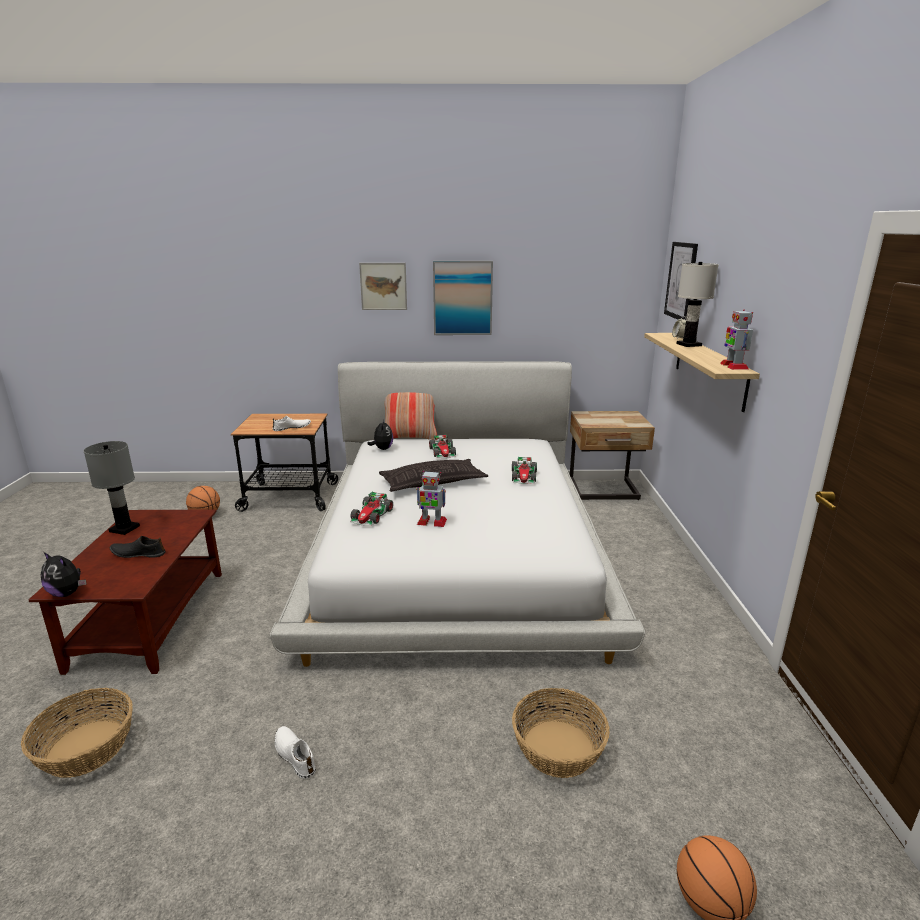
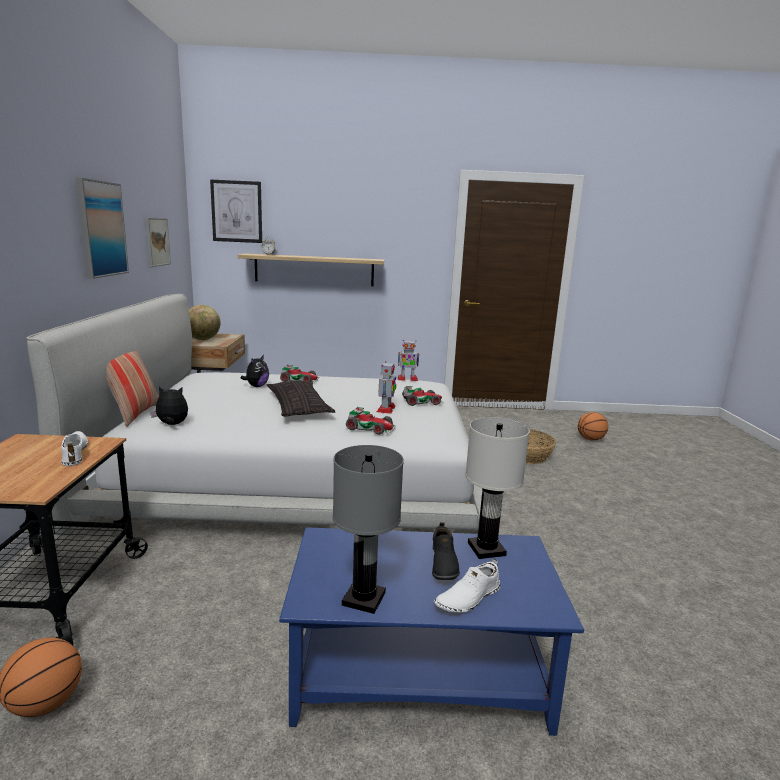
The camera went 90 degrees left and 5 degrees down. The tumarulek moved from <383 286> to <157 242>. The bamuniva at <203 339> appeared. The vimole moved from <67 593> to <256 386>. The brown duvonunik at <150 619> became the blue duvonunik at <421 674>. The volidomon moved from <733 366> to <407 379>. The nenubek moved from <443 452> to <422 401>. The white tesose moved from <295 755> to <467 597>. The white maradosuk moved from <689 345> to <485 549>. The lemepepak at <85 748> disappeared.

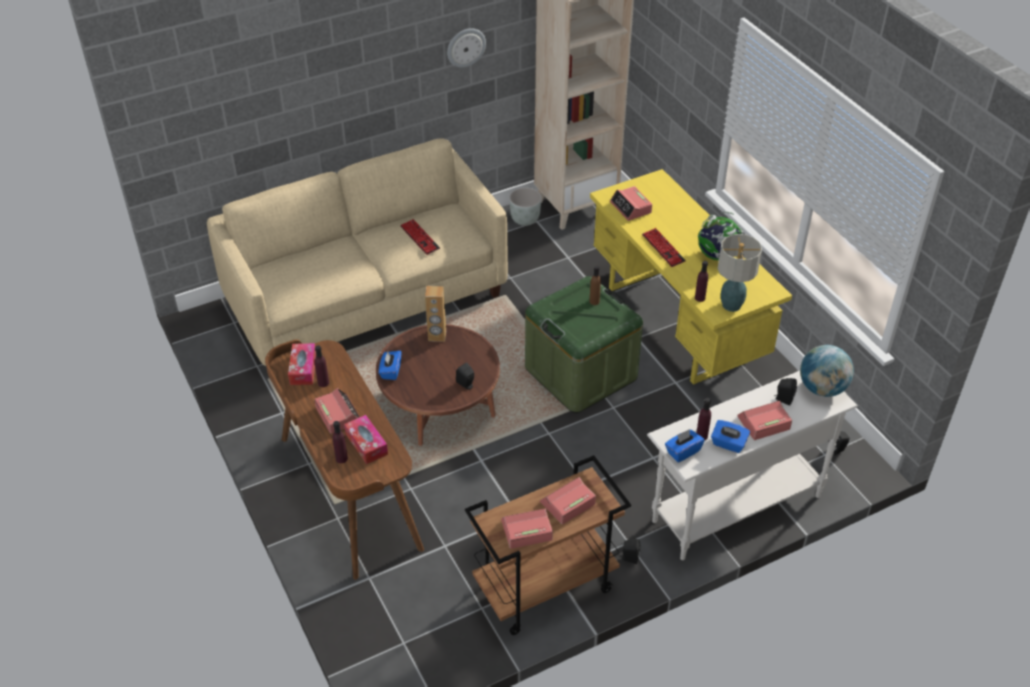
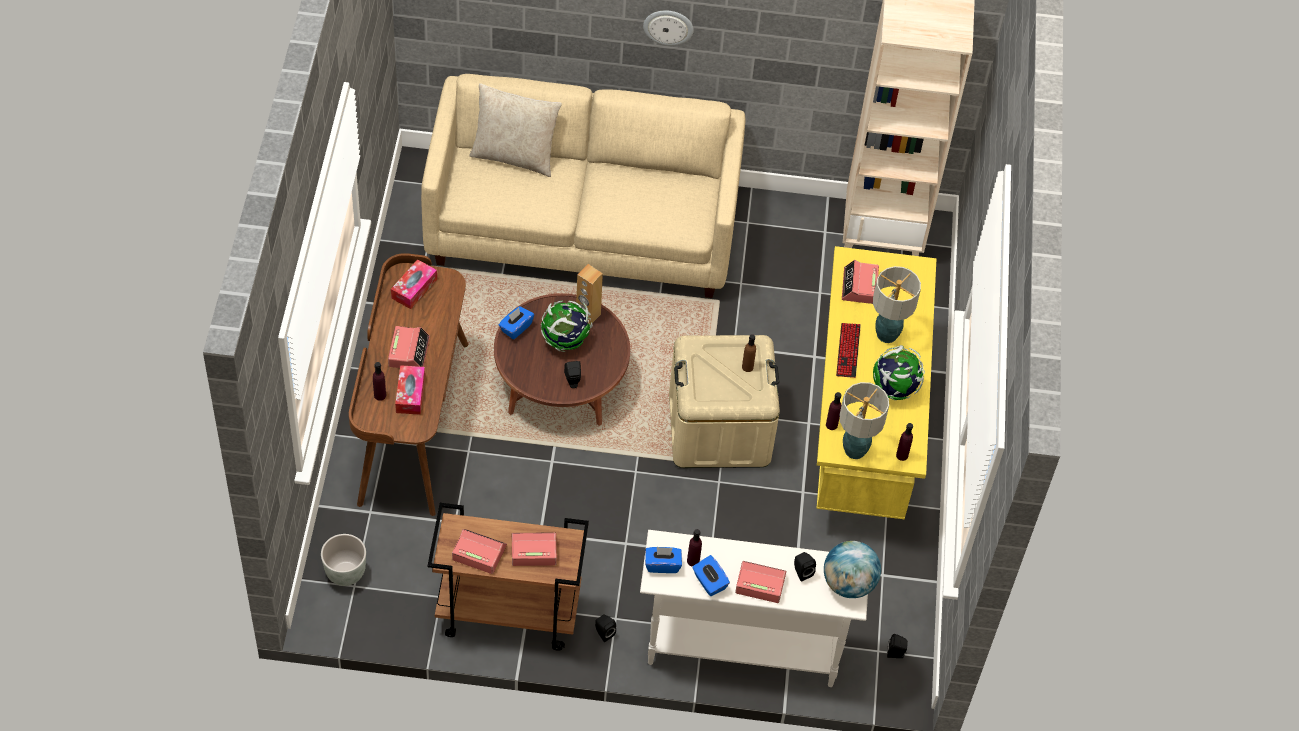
The camera went 30 degrees right and 10 degrees up. The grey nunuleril moved from <524 220> to <345 572>. The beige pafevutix at <514 156> appeared. The bamuniva at <565 341> appeared. The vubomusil moved from <465 47> to <668 26>. The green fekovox at <580 373> became the beige fekovox at <719 428>. The maradosuk at <887 335> appeared. The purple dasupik moved from <323 383> to <902 455>. The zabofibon at <420 238> disappeared.

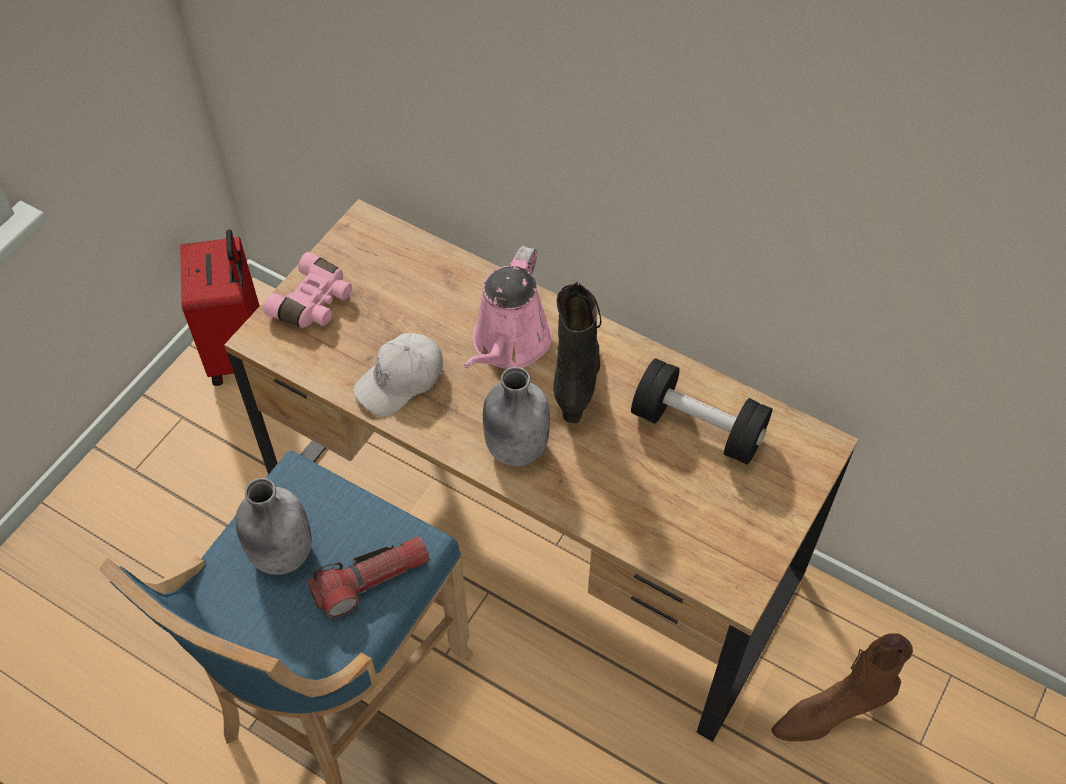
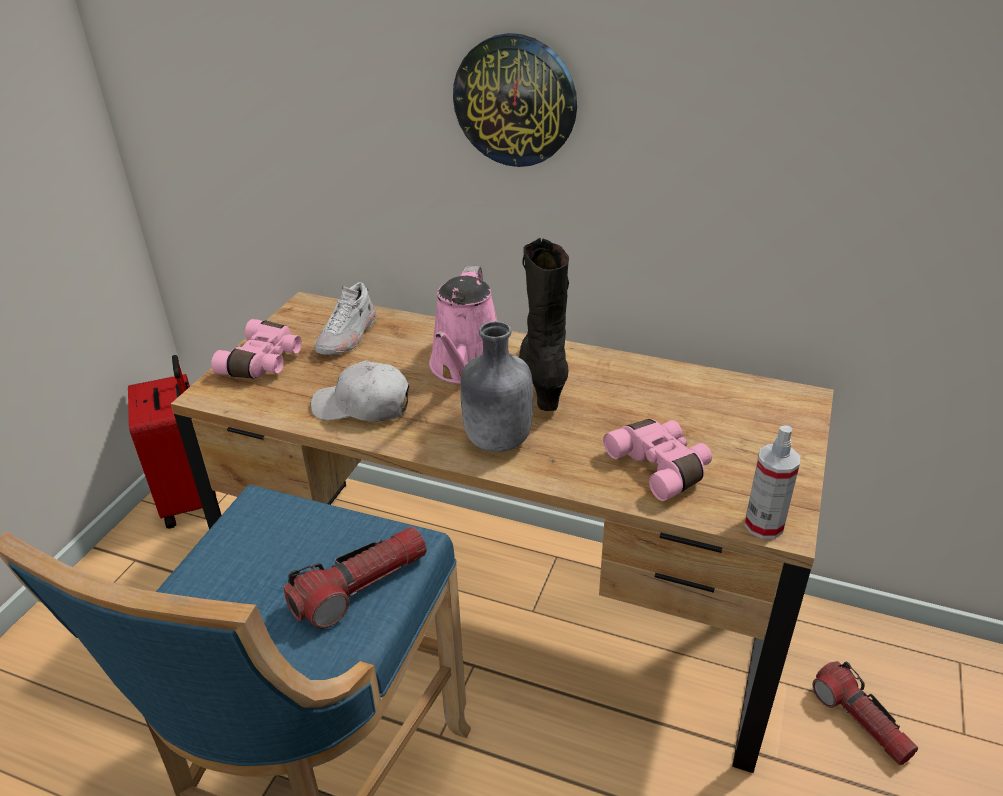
The camera went 10 degrees left and 20 degrees down. The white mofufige at <400 381> turned 60 degrees clockwise. The white tesose at <348 337> appeared. The vubomusil at <515 101> appeared. The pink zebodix at <661 466> appeared. The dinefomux at <763 525> appeared. The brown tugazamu at <830 713> was replaced by the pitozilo at <860 721>. The grey dasupik at <281 554> disappeared. The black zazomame at <698 427> disappeared.

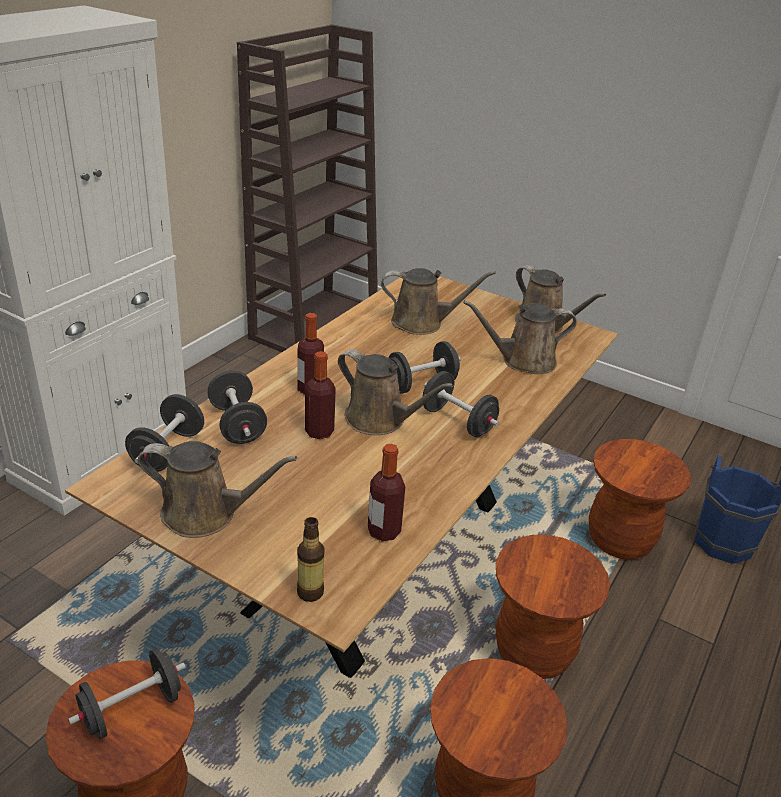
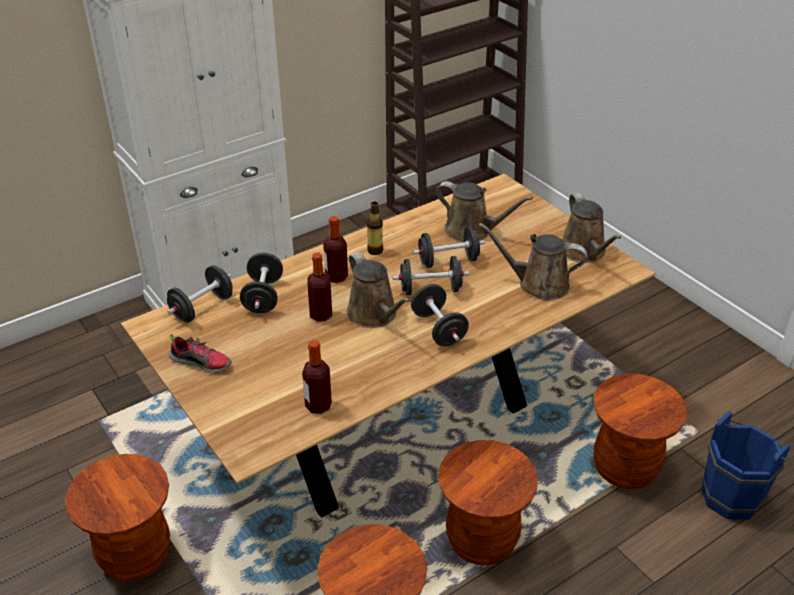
The camera went 25 degrees right and 5 degrees up. The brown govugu at <206 514> was replaced by the tesose at <201 362>. The dasupik moved from <310 592> to <375 251>. The black zazomame moved from <132 709> to <448 261>.

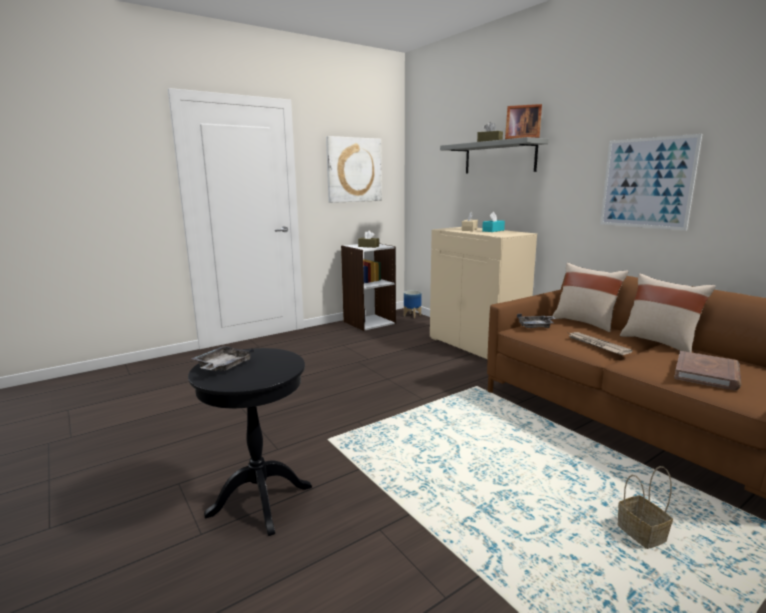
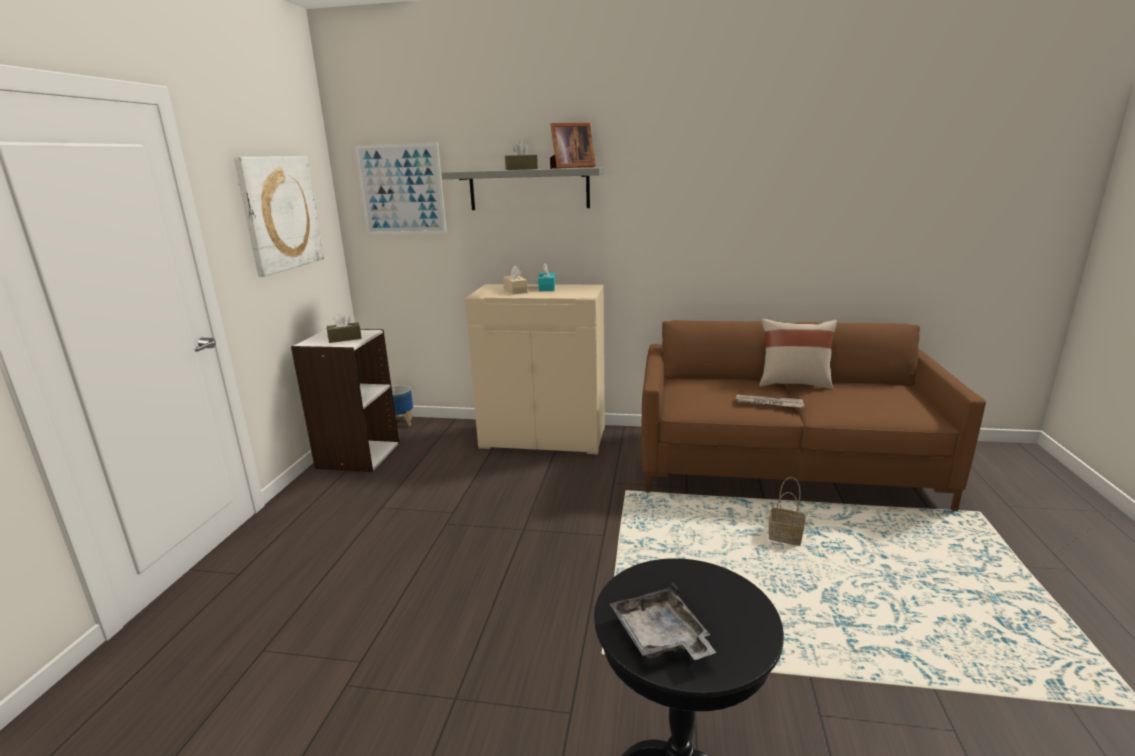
The camera went 45 degrees left and 5 degrees up. The tumarulek moved from <646 183> to <401 190>. The lemepepak moved from <639 533> to <783 537>. The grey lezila at <536 326> disappeared. The beige pafevutix at <585 323> disappeared. The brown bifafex at <706 374> disappeared.

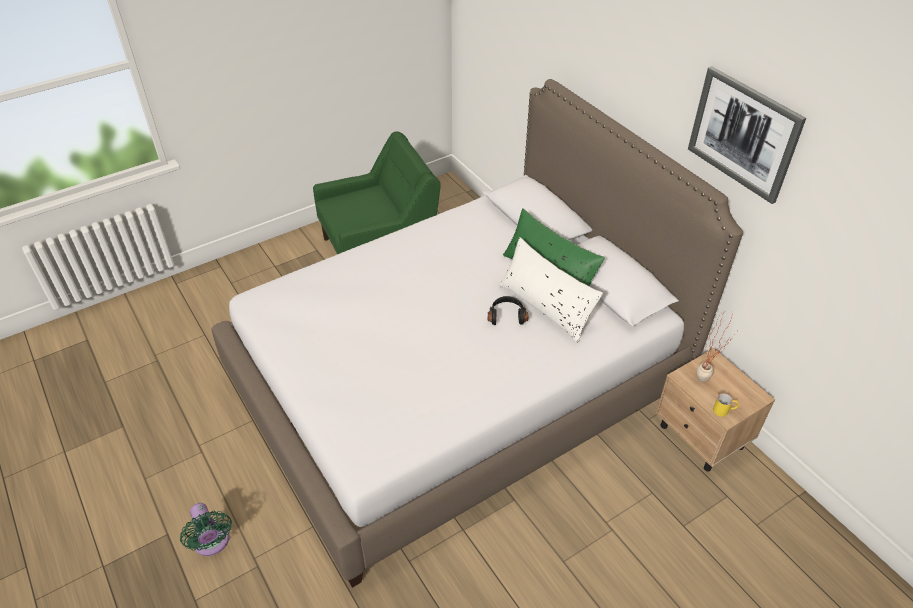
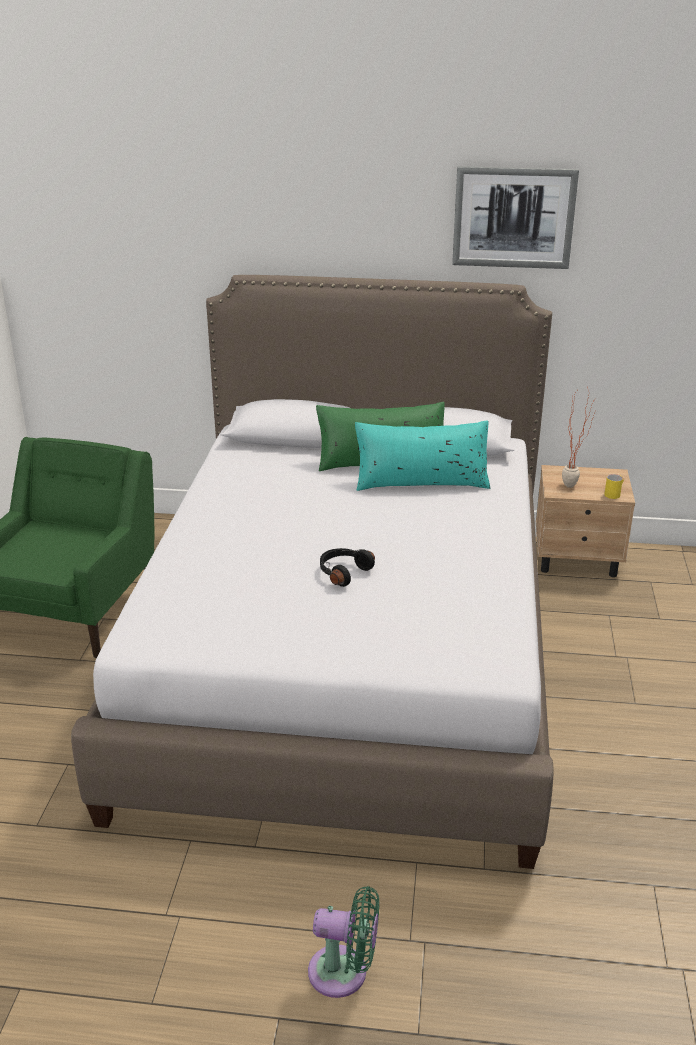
The camera went 50 degrees left and 15 degrees down. The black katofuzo moved from <506 315> to <343 572>. The white pafevutix at <546 306> became the turquoise pafevutix at <421 482>.

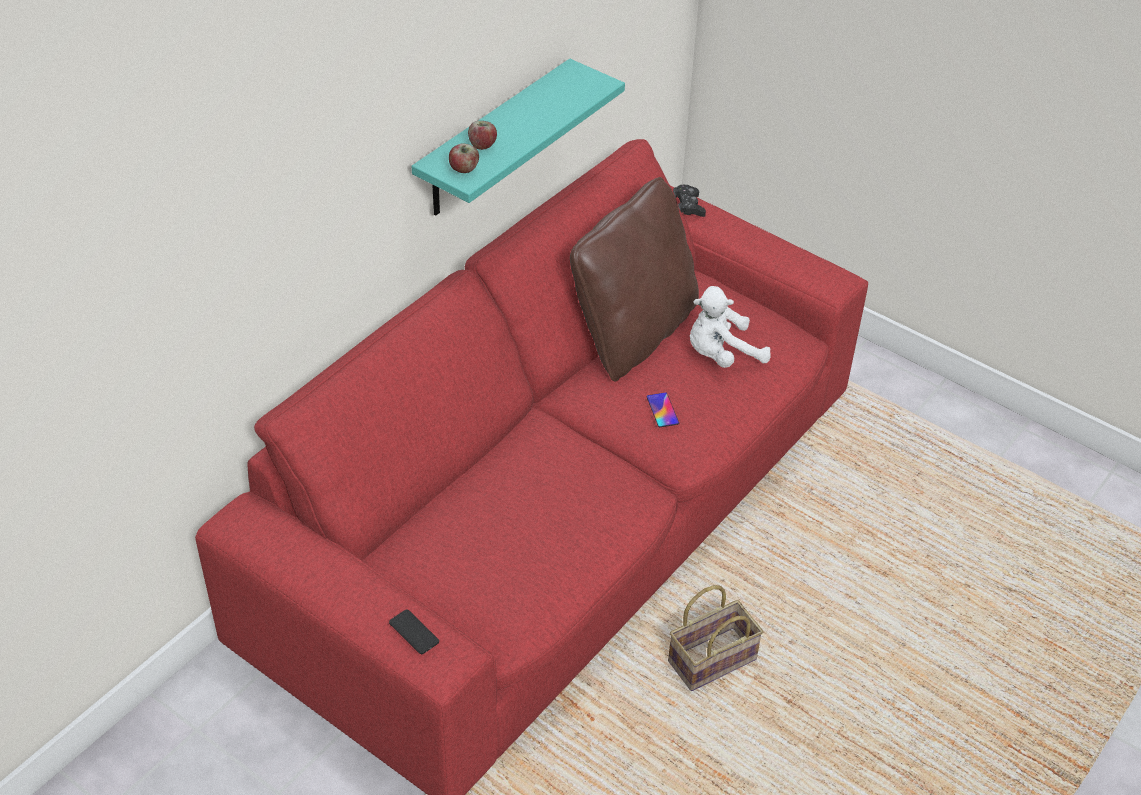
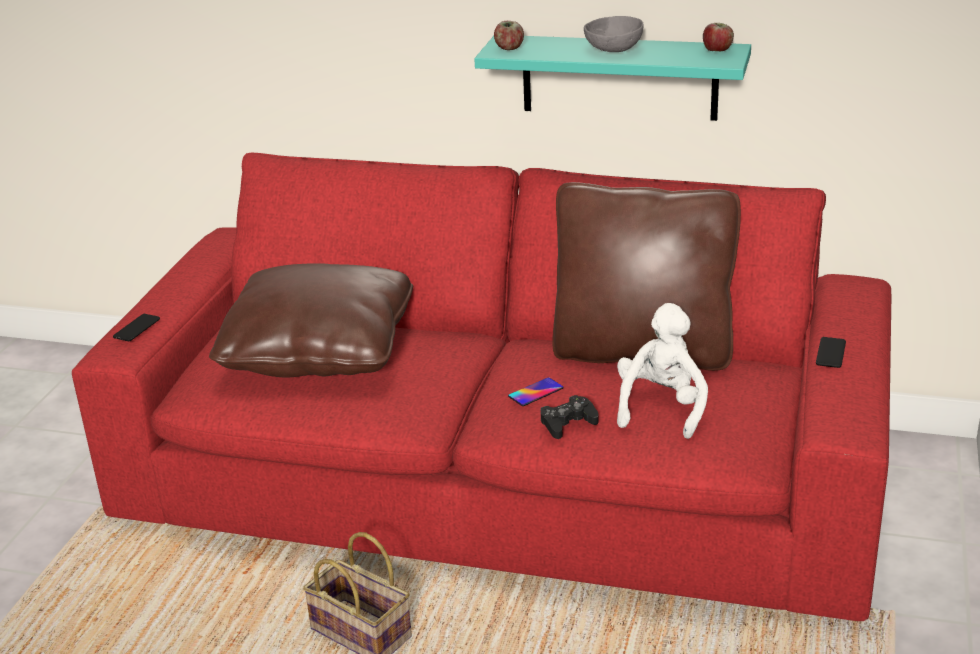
The camera went 70 degrees right and 15 degrees down. The brown pafevutix at <319 350> appeared. The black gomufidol moved from <688 206> to <568 423>. The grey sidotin at <613 49> appeared. The white vimole at <721 355> turned 60 degrees clockwise. The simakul moved from <482 145> to <717 50>. The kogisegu at <830 353> appeared.

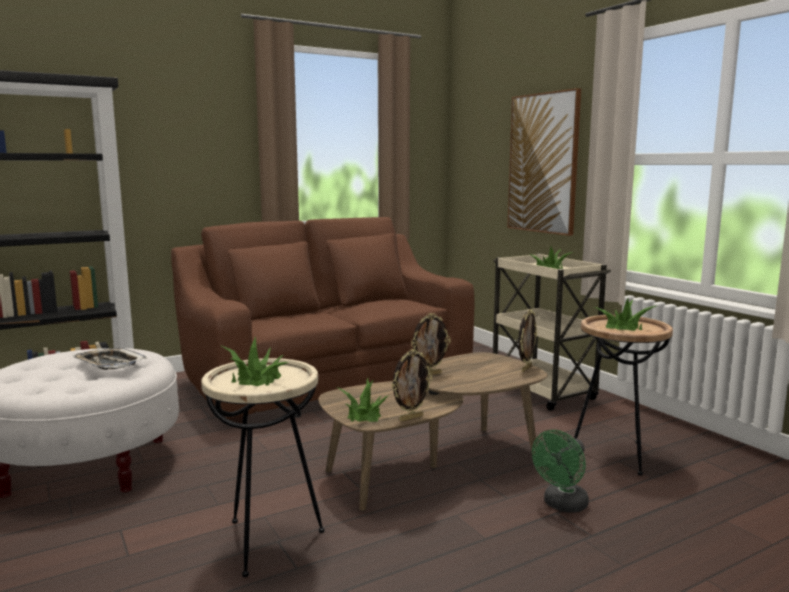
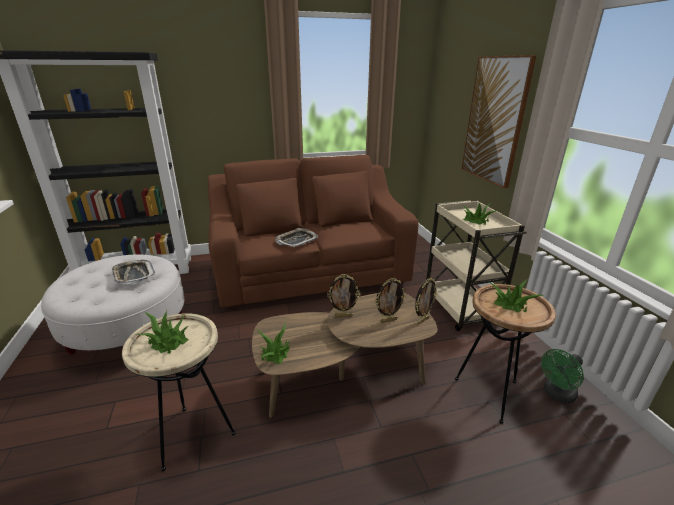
The camera went 15 degrees right and 15 degrees up. The lezila at <296 240> appeared. The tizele moved from <411 418> to <388 320>. The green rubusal moved from <562 505> to <556 394>.

